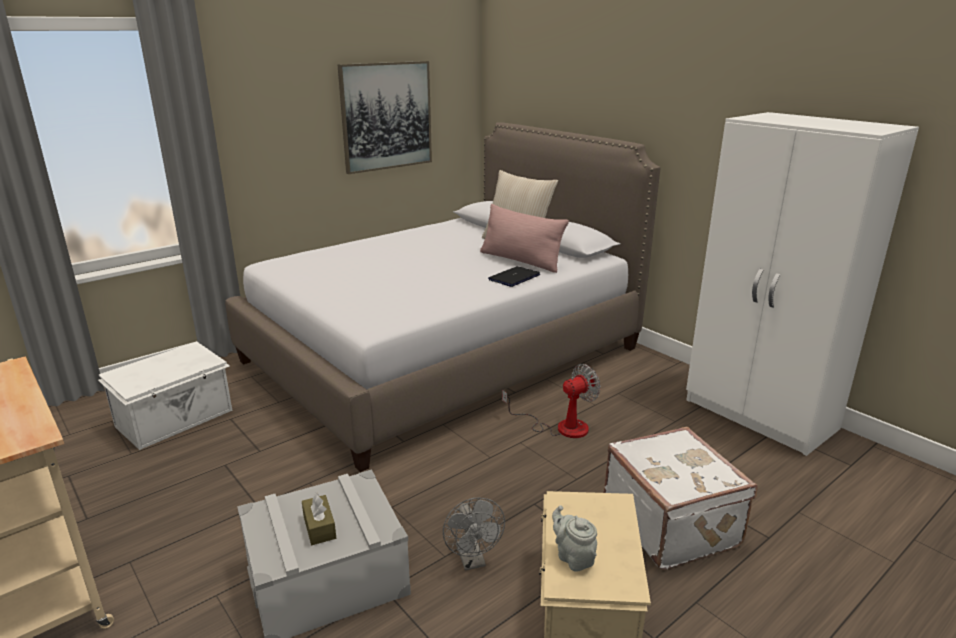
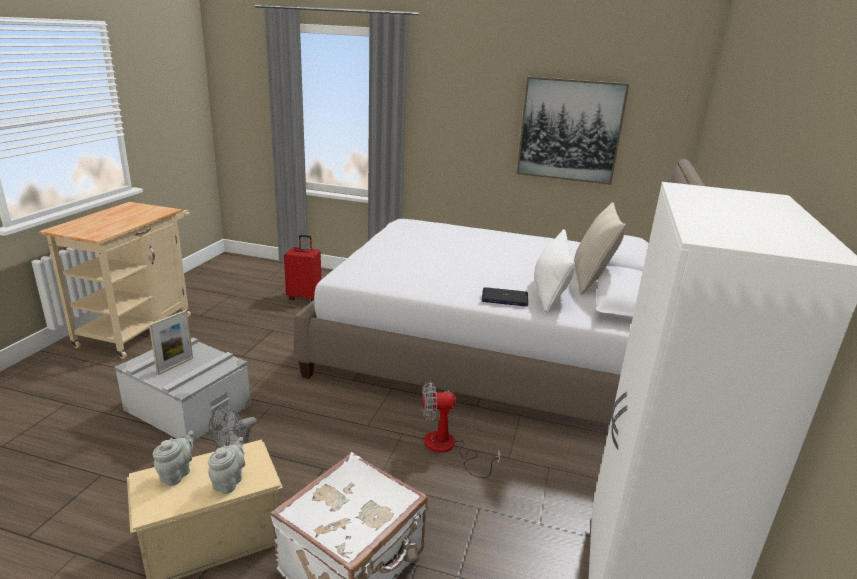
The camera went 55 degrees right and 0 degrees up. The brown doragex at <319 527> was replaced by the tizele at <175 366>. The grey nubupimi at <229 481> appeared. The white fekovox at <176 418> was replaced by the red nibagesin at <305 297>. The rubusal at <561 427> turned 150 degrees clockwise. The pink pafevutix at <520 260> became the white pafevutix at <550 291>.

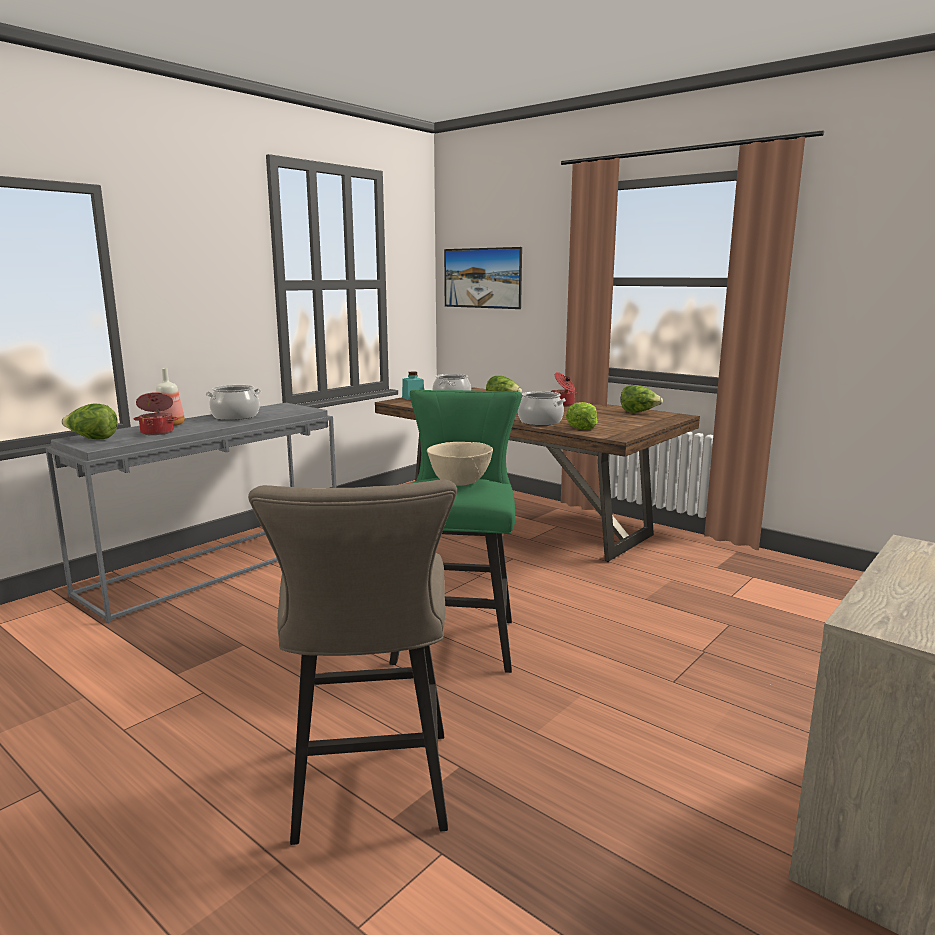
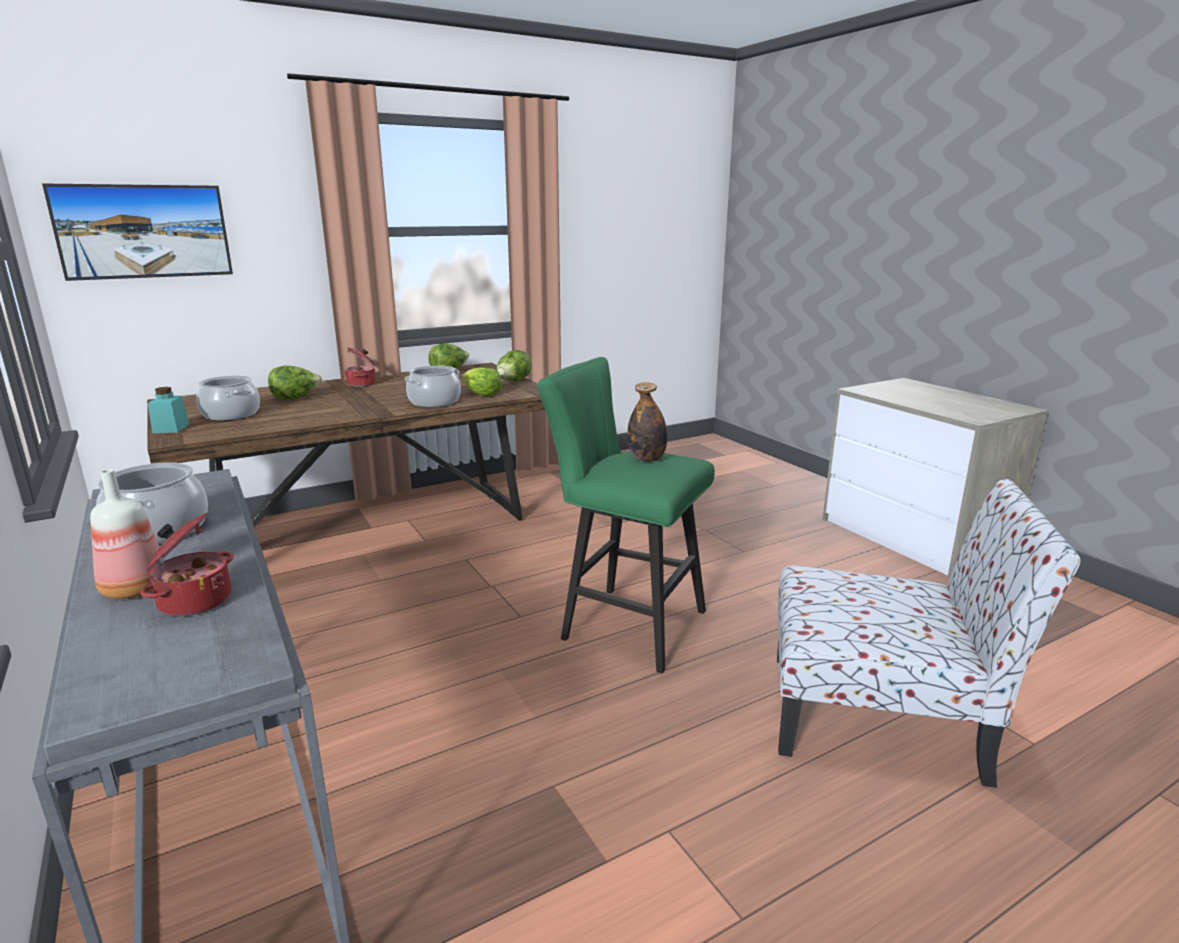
The camera went 70 degrees left and 5 degrees up. The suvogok moved from <92 439> to <513 382>. The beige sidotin at <460 482> was replaced by the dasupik at <647 459>. The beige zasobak at <370 794> was replaced by the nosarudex at <880 717>.

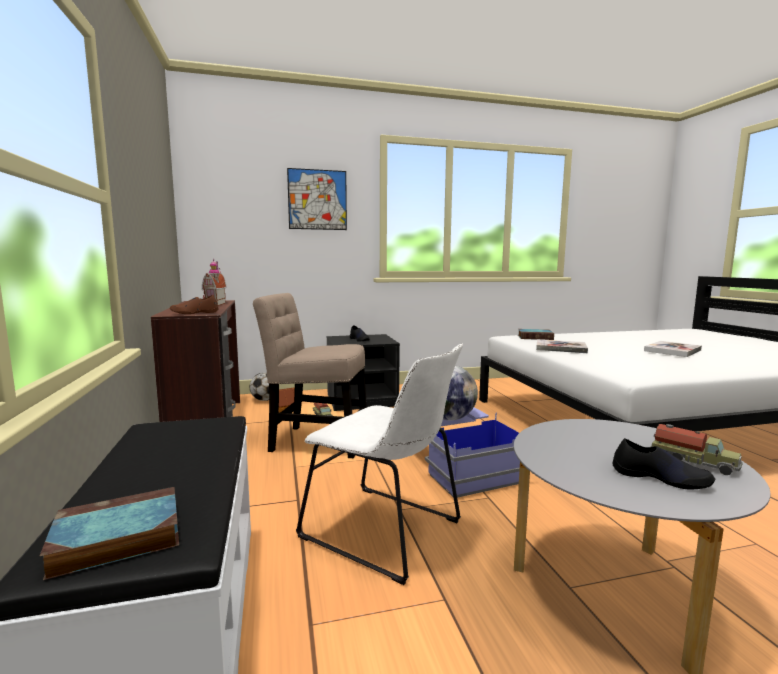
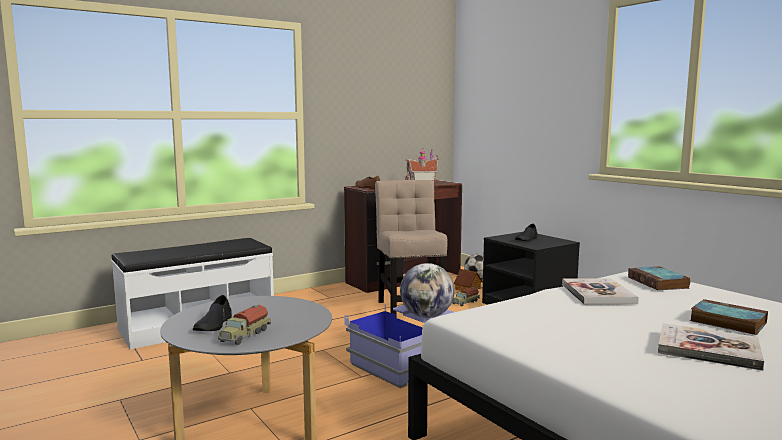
The camera went 70 degrees right and 0 degrees up. The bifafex moved from <114 539> to <725 321>. The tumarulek at <317 199> disappeared. The white nosarudex at <386 532> disappeared.

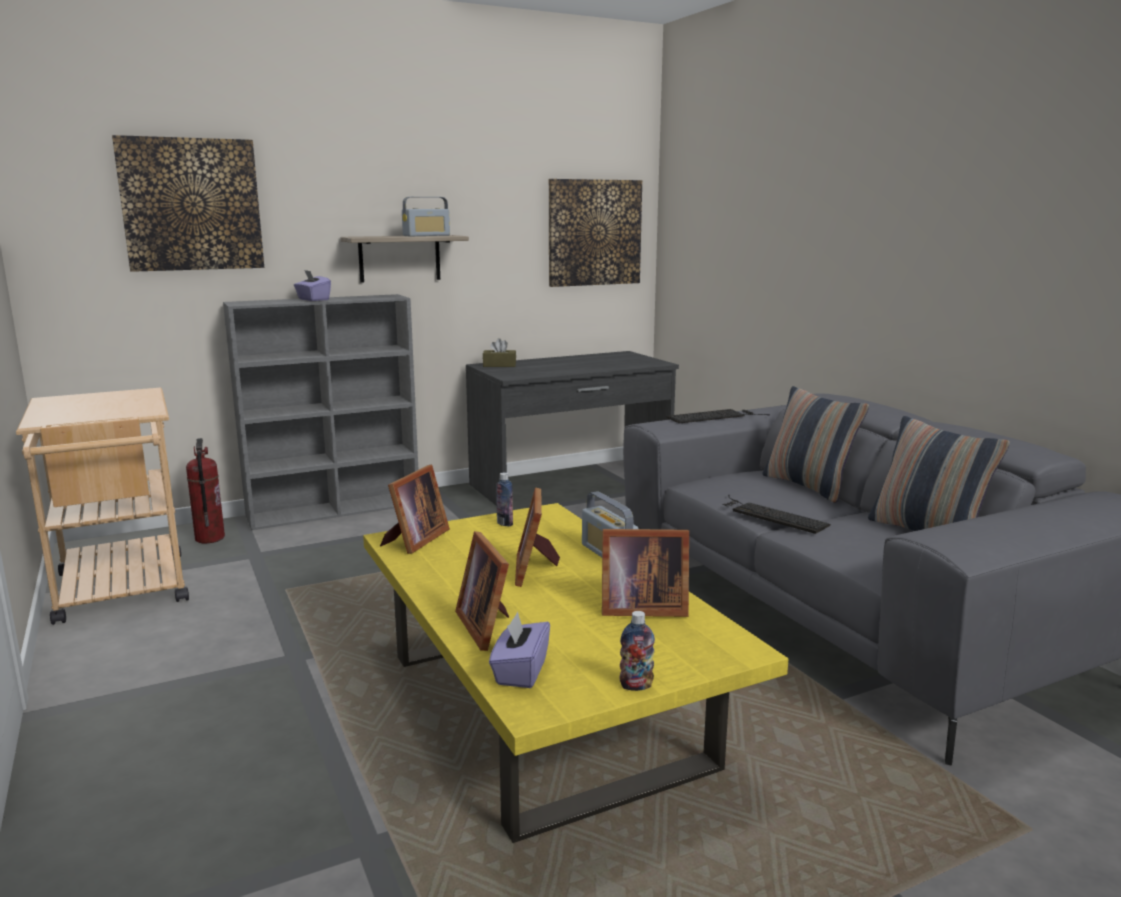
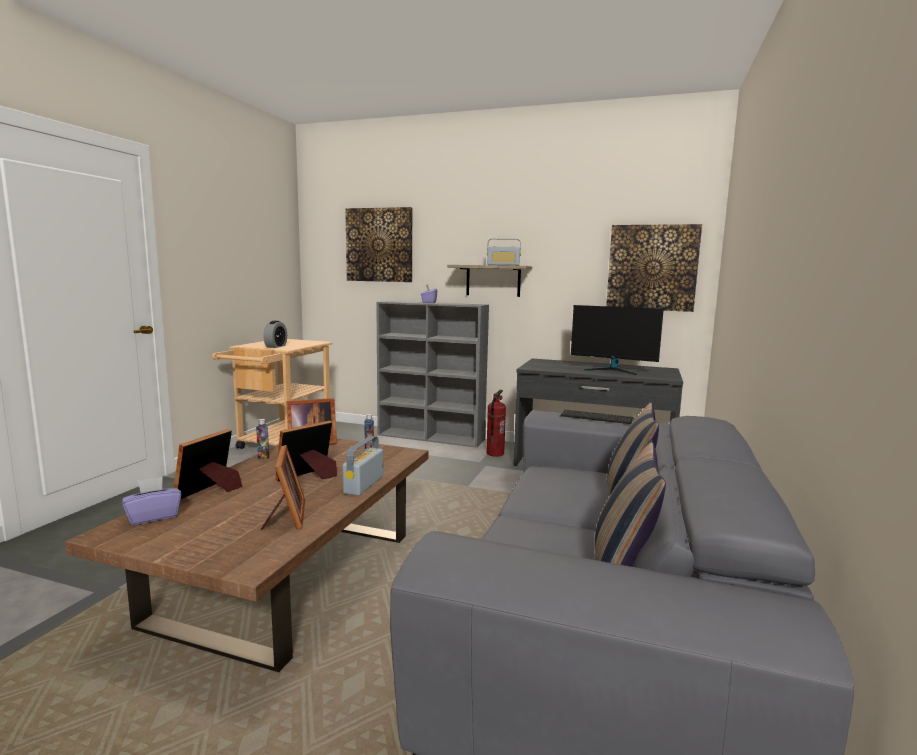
The camera went 45 degrees right and 5 degrees down. The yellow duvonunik at <546 709> became the brown duvonunik at <290 577>. The dasupik moved from <636 685> to <263 457>. The tizele at <639 608> turned 150 degrees counterclockwise. The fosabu at <276 346> appeared. The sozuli moved from <209 538> to <494 453>. The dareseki at <613 370> appeared. The brown doragex at <499 365> disappeared. The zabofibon at <770 515> disappeared.

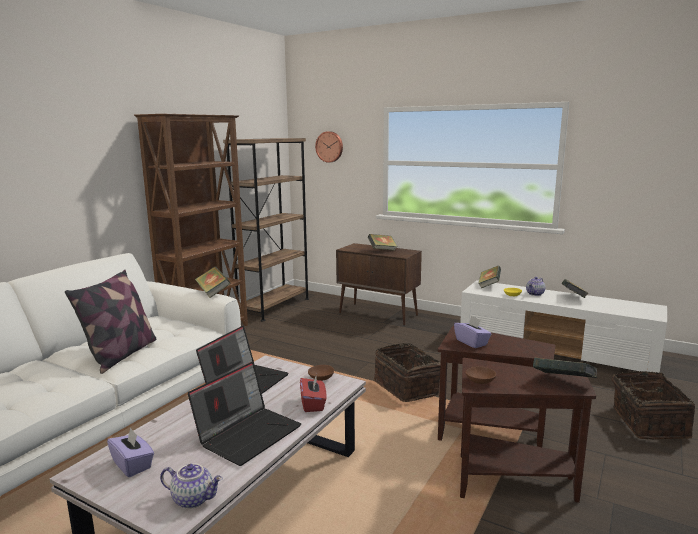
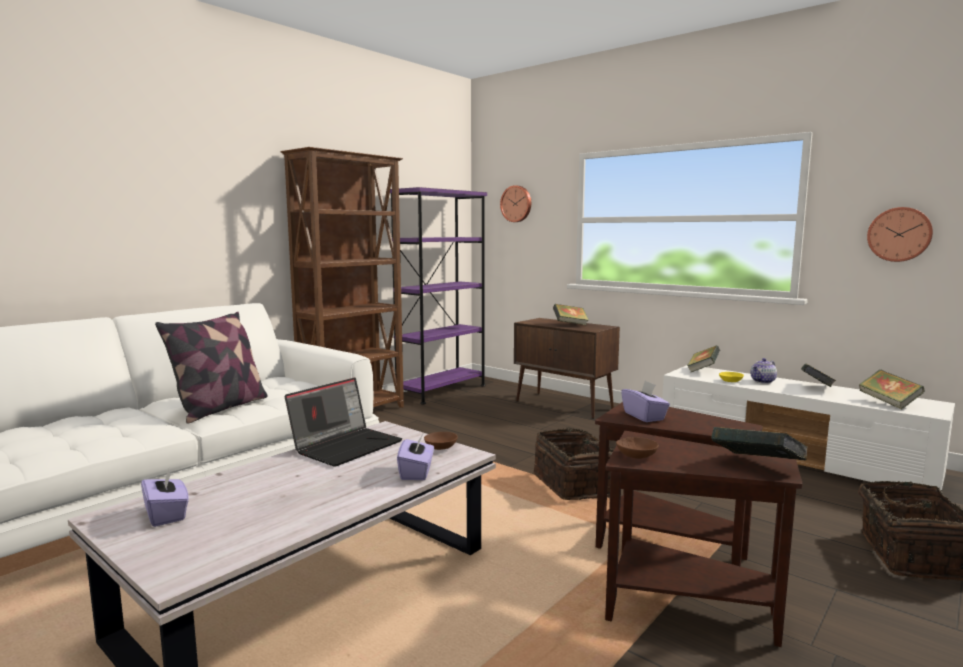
The camera went 10 degrees right and 5 degrees down. The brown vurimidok at <274 307> became the purple vurimidok at <441 391>. The red doragex at <313 404> became the purple doragex at <416 472>. The bifafex moved from <213 292> to <888 403>. The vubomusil at <899 234> appeared. The nubupimi at <194 499> disappeared. The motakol at <248 433> disappeared.

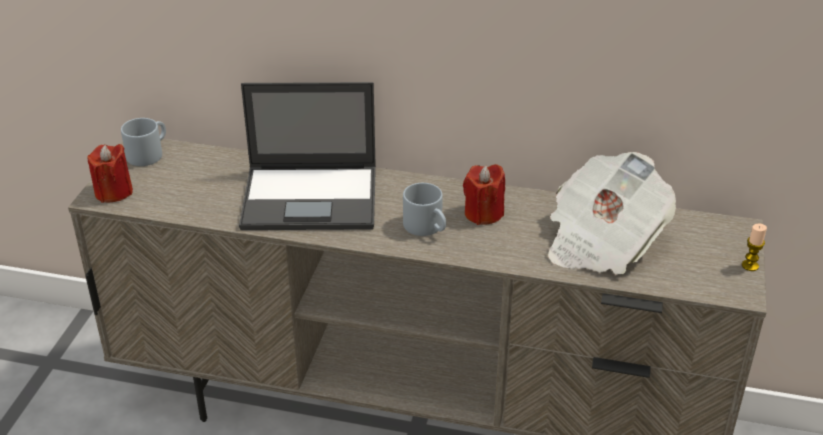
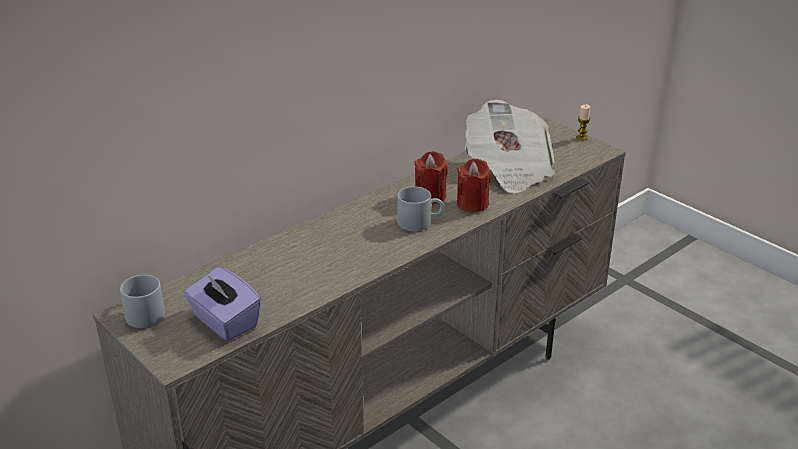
The camera went 55 degrees left and 5 degrees down. The purple doragex at <224 322> appeared. The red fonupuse moved from <113 192> to <472 204>. The motakol at <312 198> disappeared.

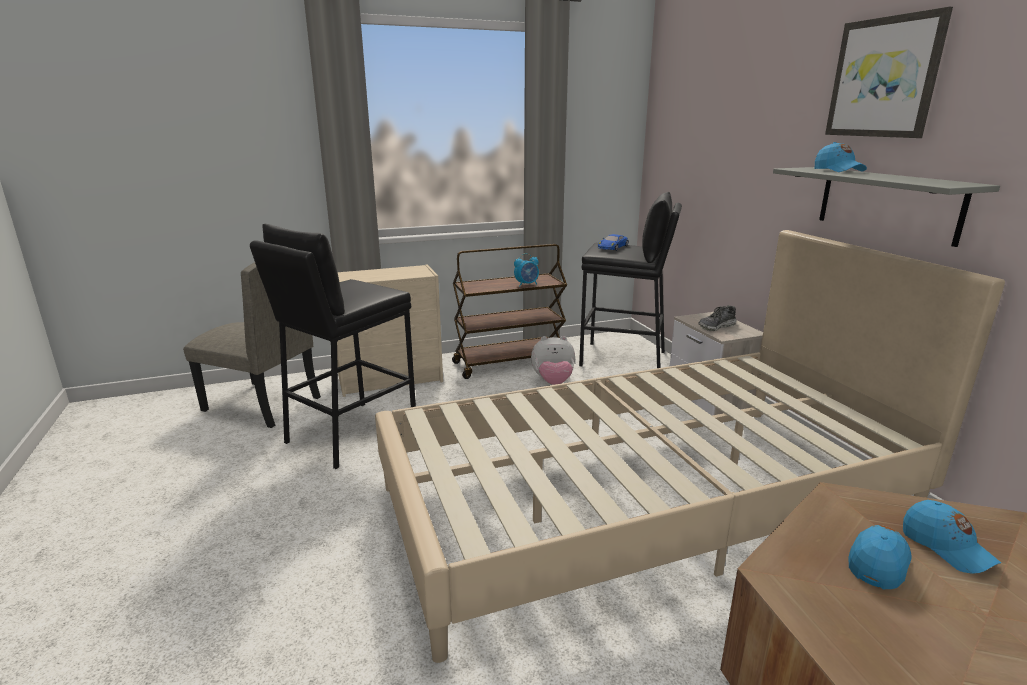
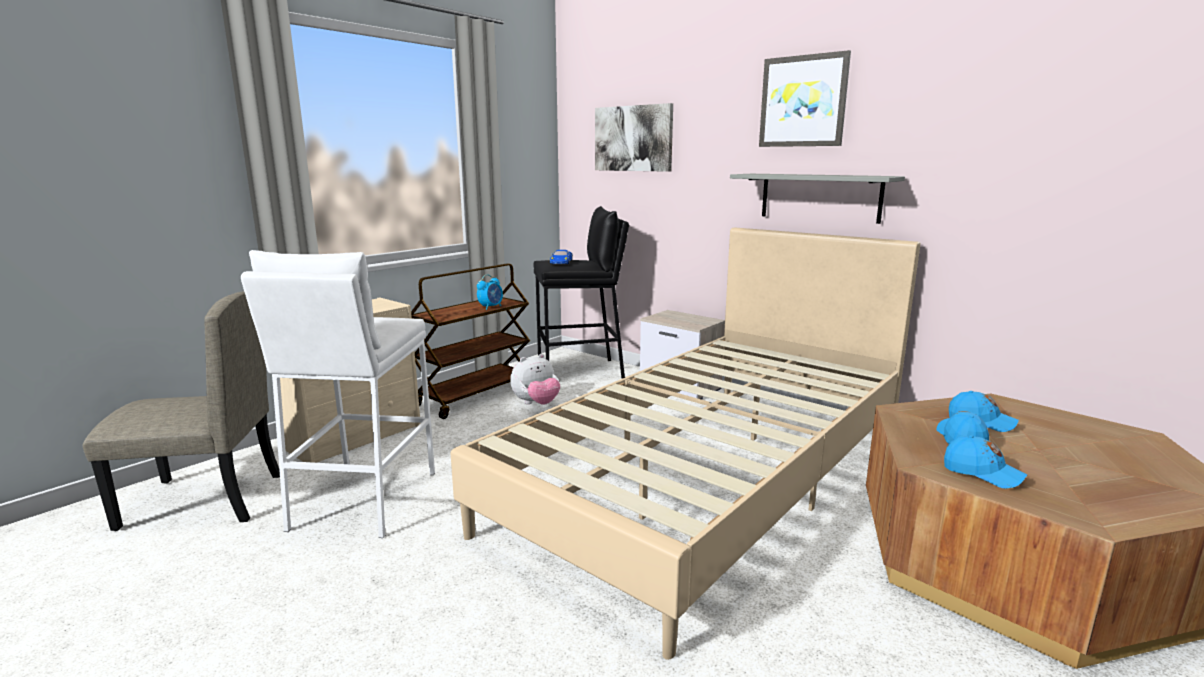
The camera went 30 degrees left and 5 degrees down. The black zasobak at <350 433> became the white zasobak at <363 500>. The tumarulek at <633 138> appeared. The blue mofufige moved from <838 170> to <982 474>. The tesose at <716 326> disappeared.

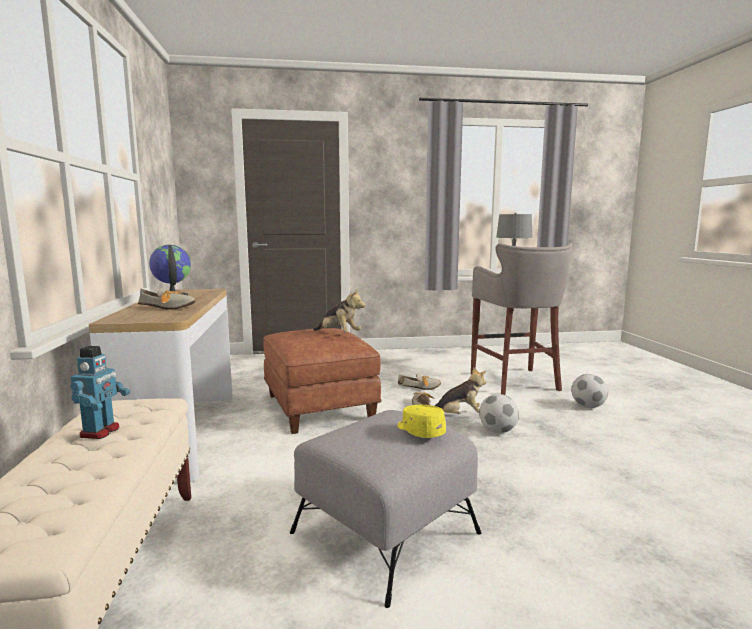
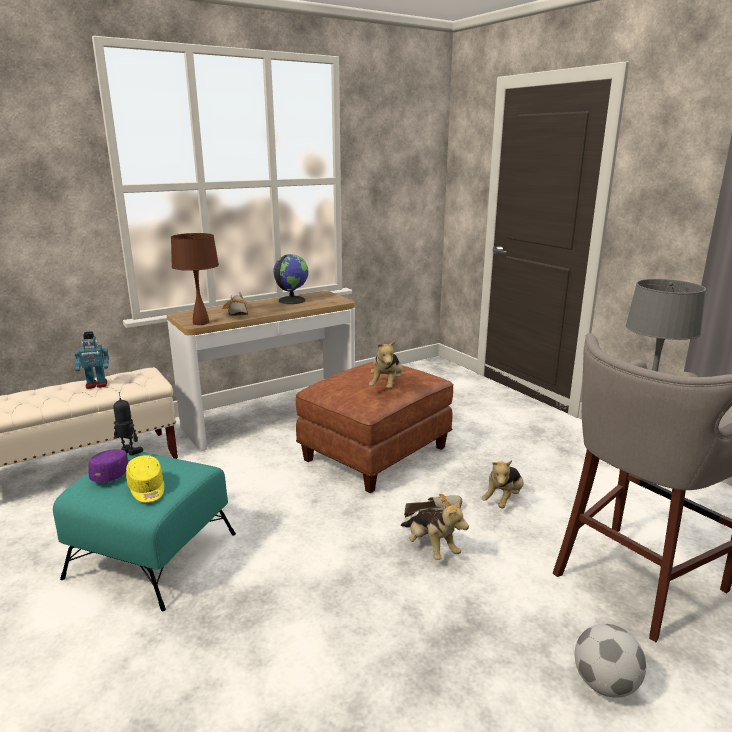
The camera went 65 degrees right and 10 degrees up. The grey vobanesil at <384 533> became the turquoise vobanesil at <152 554>. The purple mofufige at <113 473> appeared. The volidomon at <129 452> appeared. The yellow mofufige at <419 431> turned 120 degrees clockwise. The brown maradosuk at <201 322> appeared. The tesose at <422 387> was replaced by the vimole at <503 499>. The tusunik at <497 431> disappeared.

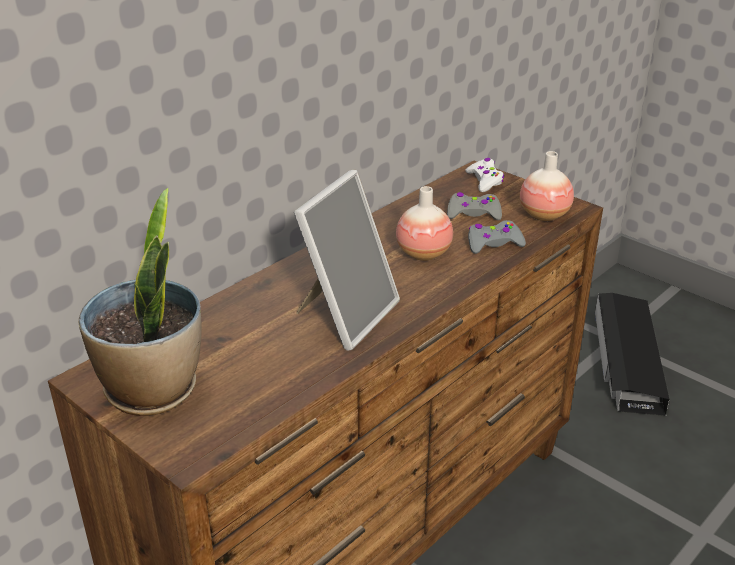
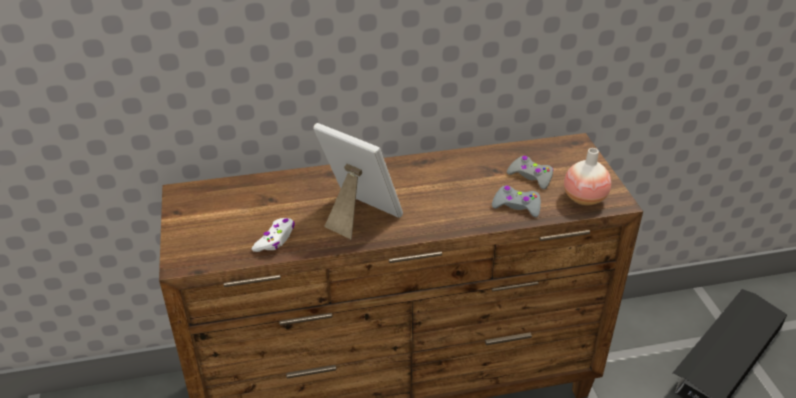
The camera went 35 degrees right and 5 degrees up. The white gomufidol moved from <485 181> to <275 239>. The tizele at <345 315> turned 120 degrees counterclockwise. The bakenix at <154 390> disappeared. The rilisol at <423 254> disappeared.

